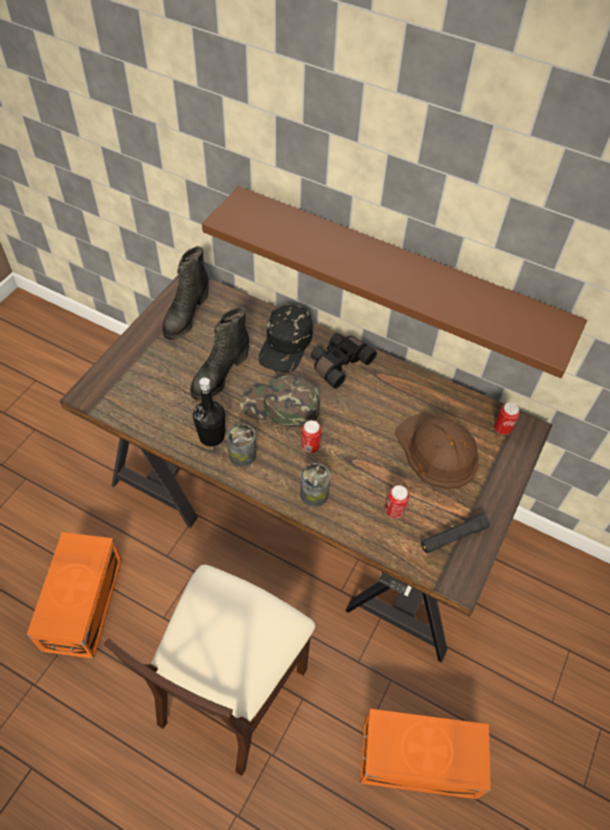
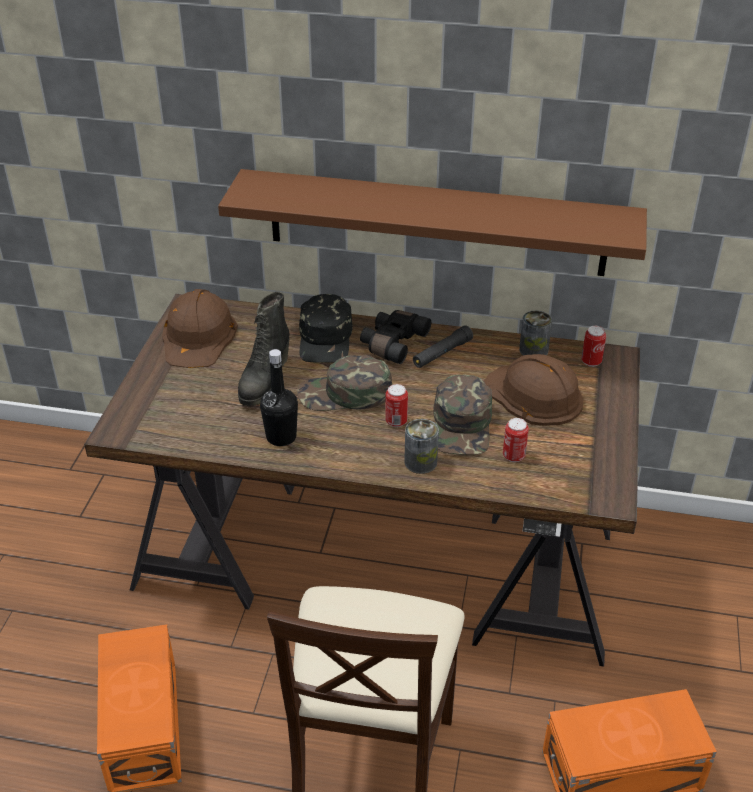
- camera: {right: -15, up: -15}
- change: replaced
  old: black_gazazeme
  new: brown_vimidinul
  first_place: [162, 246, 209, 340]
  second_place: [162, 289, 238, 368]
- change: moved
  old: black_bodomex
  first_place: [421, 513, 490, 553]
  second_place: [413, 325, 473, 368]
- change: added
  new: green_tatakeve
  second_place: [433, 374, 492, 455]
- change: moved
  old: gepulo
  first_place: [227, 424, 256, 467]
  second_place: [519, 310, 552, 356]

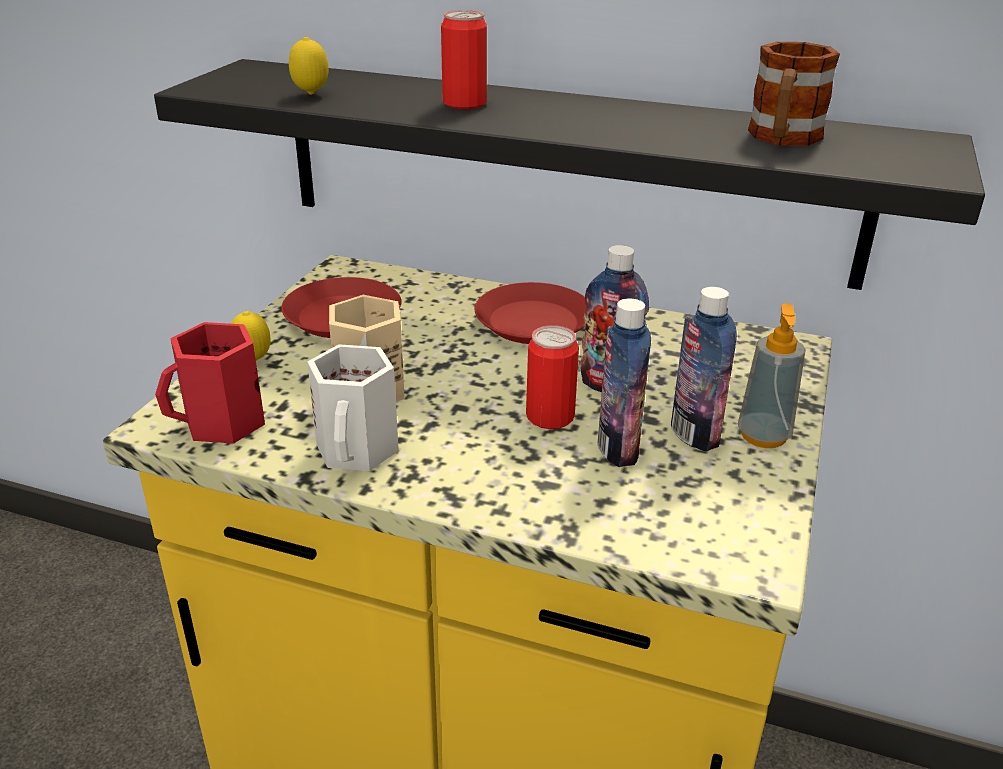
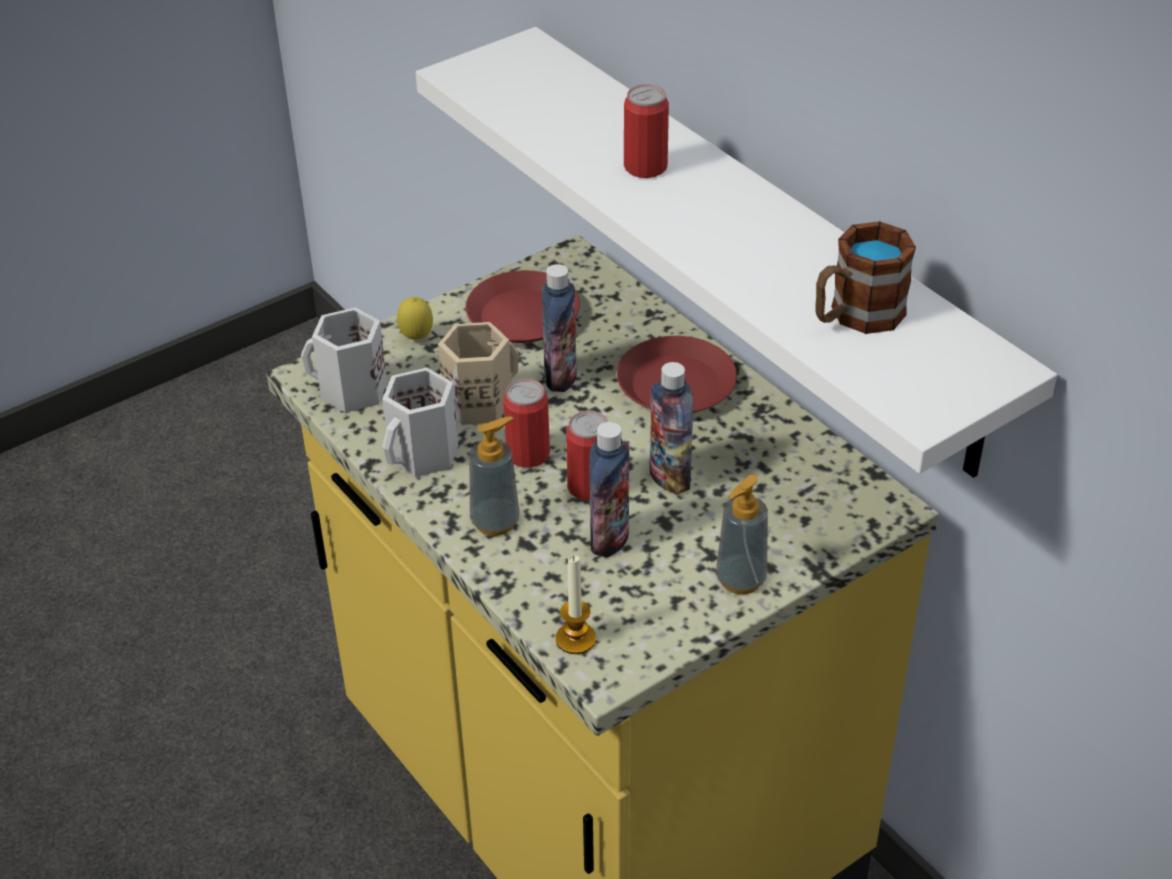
- camera: {right: 35, up: 10}
- change: recoloured
  old: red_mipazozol
  new: white_mipazozol
  first_place: [155, 322, 265, 444]
  second_place: [301, 308, 387, 413]
- change: recoloured
  old: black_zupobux
  new: white_zupobux
  first_place: [154, 59, 985, 290]
  second_place: [416, 27, 1057, 478]
- change: added
  new: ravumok
  second_place: [469, 416, 520, 536]
- change: added
  new: gepulo
  second_place: [503, 379, 550, 468]
- change: moved
  old: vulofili
  first_place: [671, 287, 737, 451]
  second_place: [542, 264, 577, 392]
- change: added
  new: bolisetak
  second_place: [556, 555, 596, 654]
- change: removed
  old: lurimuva
  first_place: [289, 37, 329, 95]

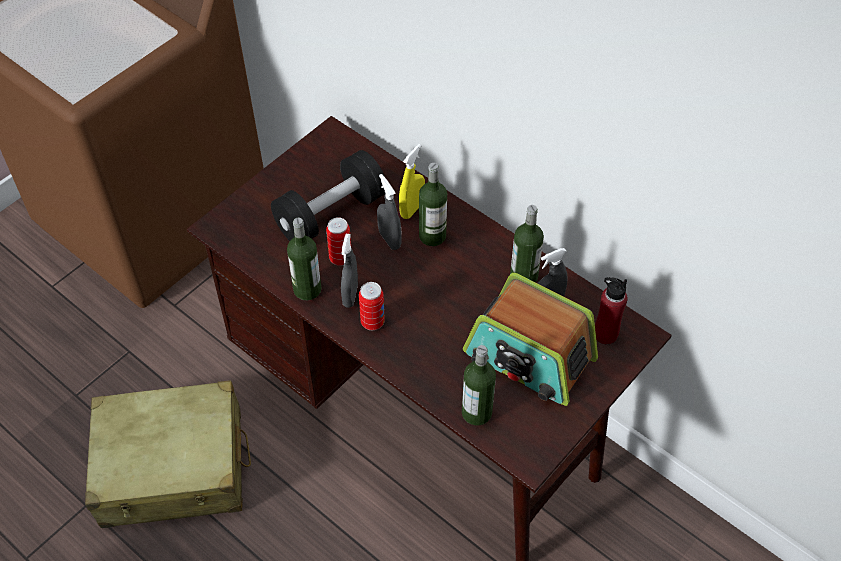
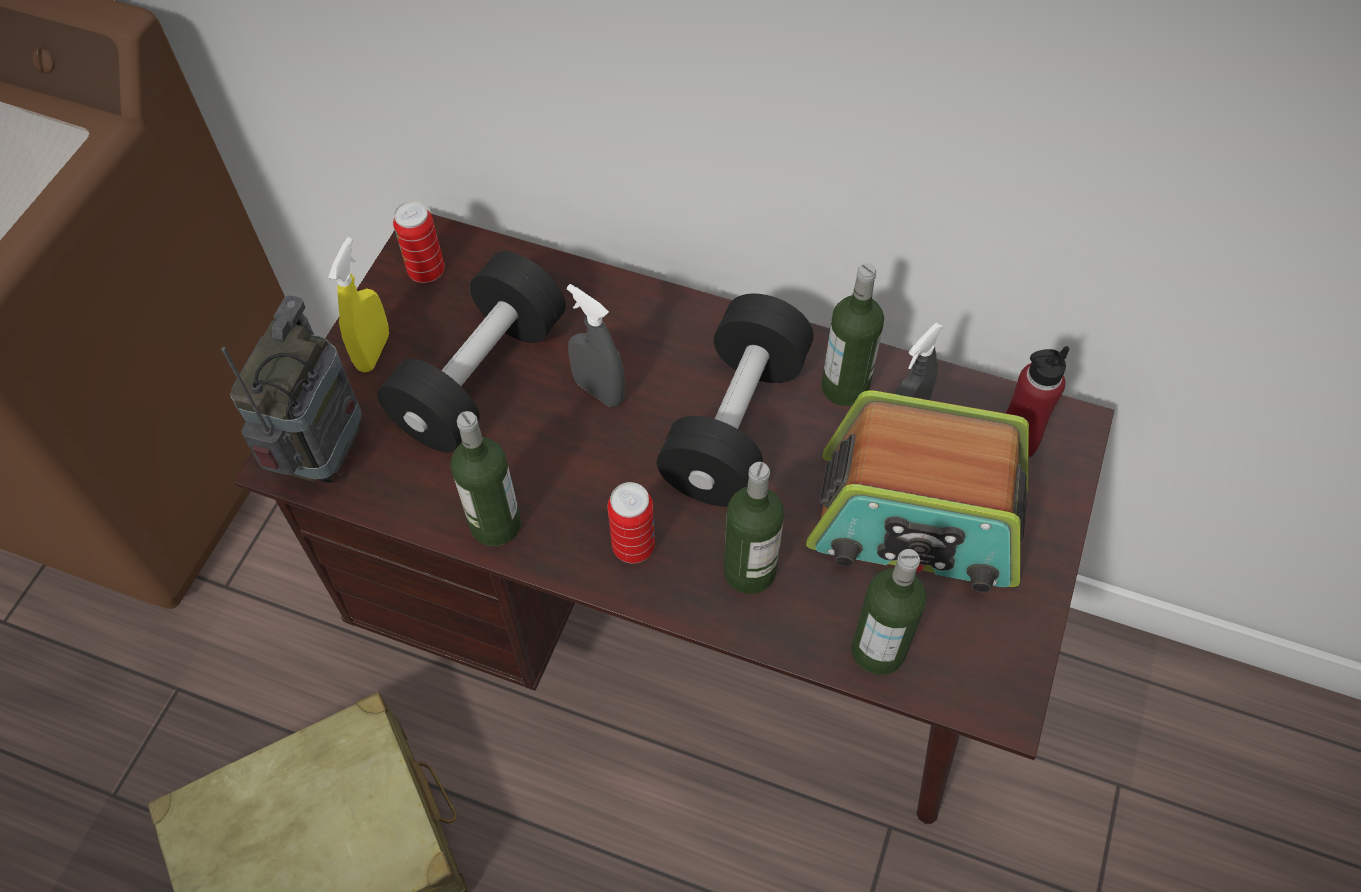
- camera: {right: -20, up: 5}
- change: added
  new: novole
  second_place: [221, 295, 362, 483]
- change: moved
  old: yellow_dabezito
  first_place: [399, 144, 425, 219]
  second_place: [328, 237, 389, 372]
- change: moved
  old: gepulo
  first_place: [326, 217, 351, 266]
  second_place: [393, 201, 445, 283]
- change: added
  new: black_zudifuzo
  second_place: [657, 294, 814, 507]
- change: moved
  old: vulofili
  first_place: [419, 163, 447, 246]
  second_place: [724, 462, 784, 594]
- change: removed
  old: grey_dabezito
  first_place: [341, 234, 358, 308]

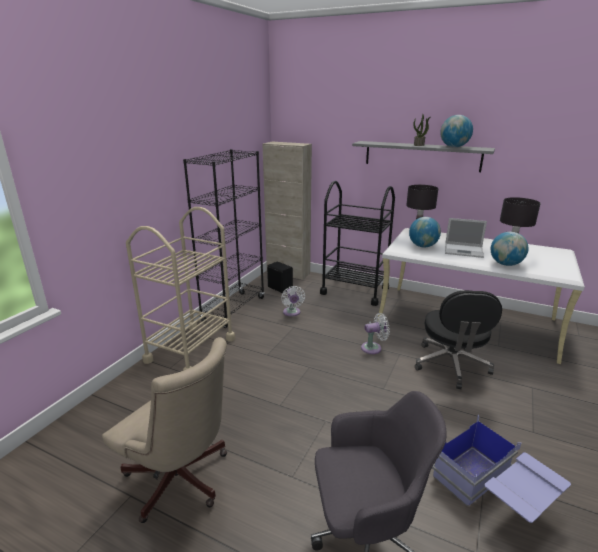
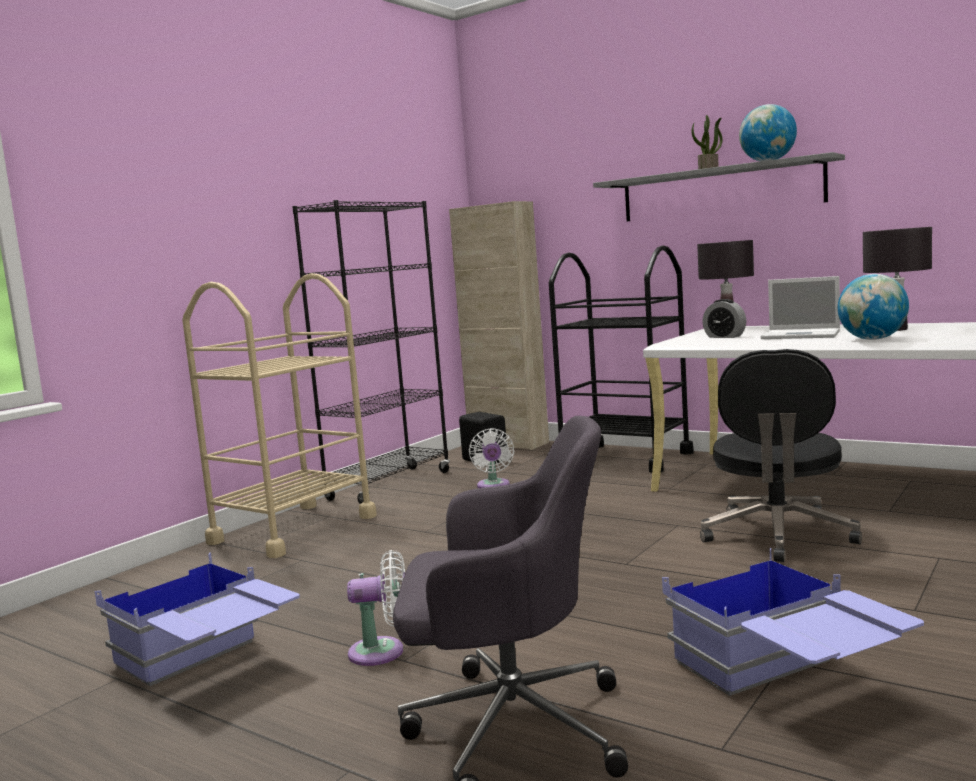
- camera: {right: 10, up: -15}
- change: replaced
  old: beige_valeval
  new: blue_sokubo
  first_place: [102, 337, 227, 523]
  second_place: [95, 553, 300, 686]
- change: moved
  old: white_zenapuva
  first_place: [361, 313, 390, 354]
  second_place: [347, 550, 405, 666]
- change: replaced
  old: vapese
  new: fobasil
  first_place: [409, 217, 441, 248]
  second_place: [702, 299, 746, 338]

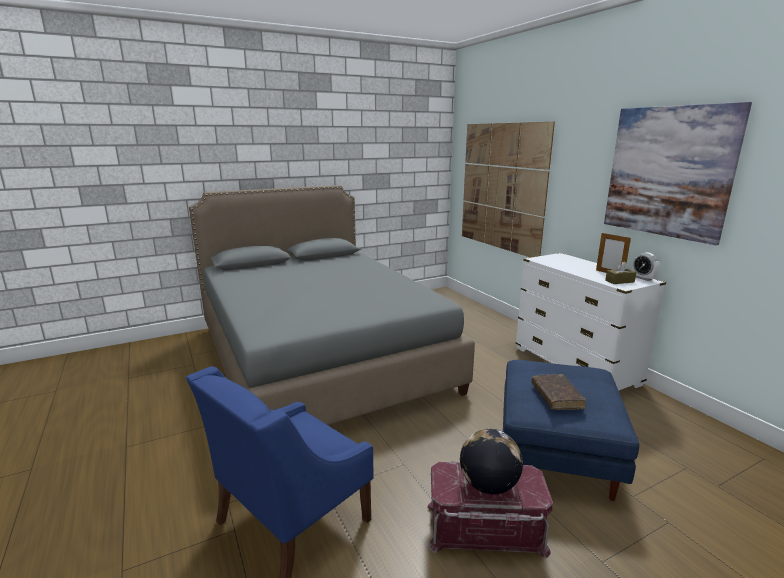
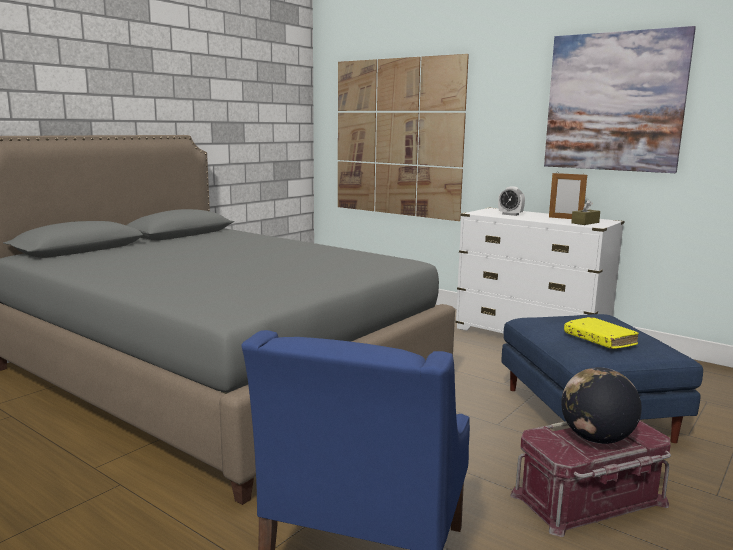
- camera: {right: -25, up: -5}
- change: moved
  old: fobasil
  first_place: [632, 252, 660, 281]
  second_place: [498, 186, 525, 216]
- change: recoloured
  old: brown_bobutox
  new: yellow_bobutox
  first_place: [531, 374, 586, 410]
  second_place: [564, 317, 639, 349]

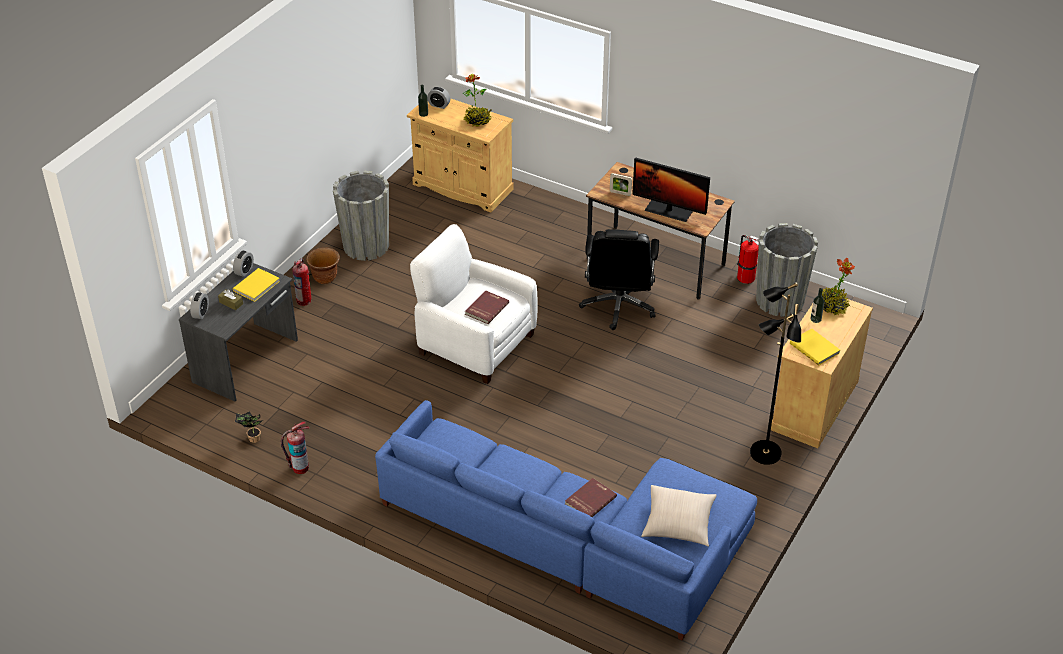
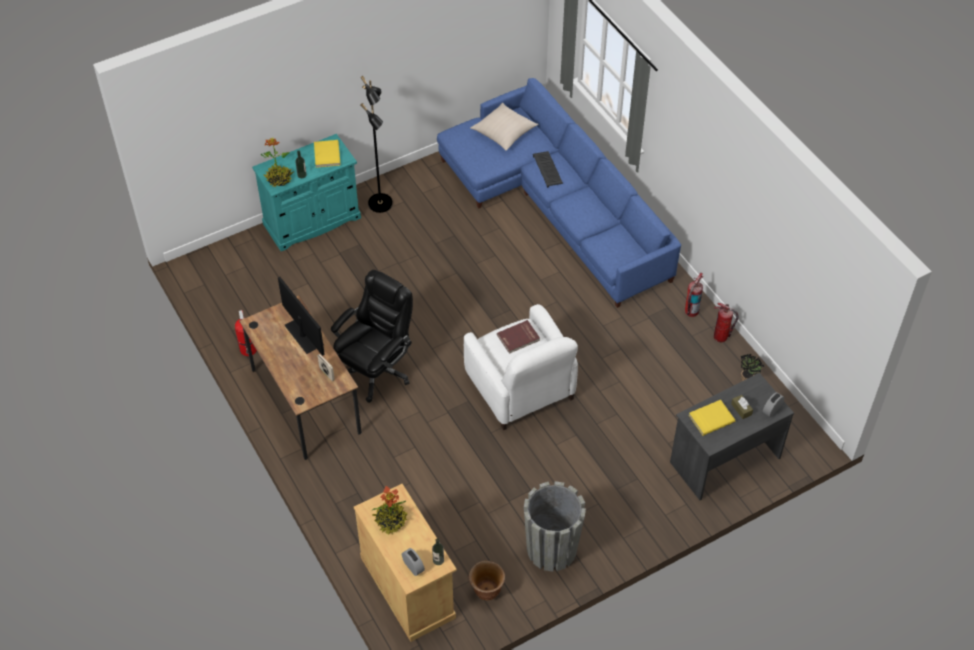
- camera: {right: -150, up: 10}
- change: recoloured
  old: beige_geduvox
  new: turquoise_geduvox
  first_place: [771, 299, 873, 448]
  second_place: [252, 134, 361, 251]
- change: moved
  old: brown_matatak
  first_place: [306, 247, 340, 284]
  second_place: [469, 561, 505, 600]
- change: replaced
  old: red_bobutox
  new: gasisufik
  first_place: [565, 478, 617, 517]
  second_place: [533, 151, 563, 188]
- change: moved
  old: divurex
  first_place: [292, 258, 311, 306]
  second_place: [685, 273, 703, 317]
- change: removed
  old: fobasil
  first_place: [233, 251, 254, 277]
- change: removed
  old: grey_matatak
  first_place: [756, 223, 818, 317]

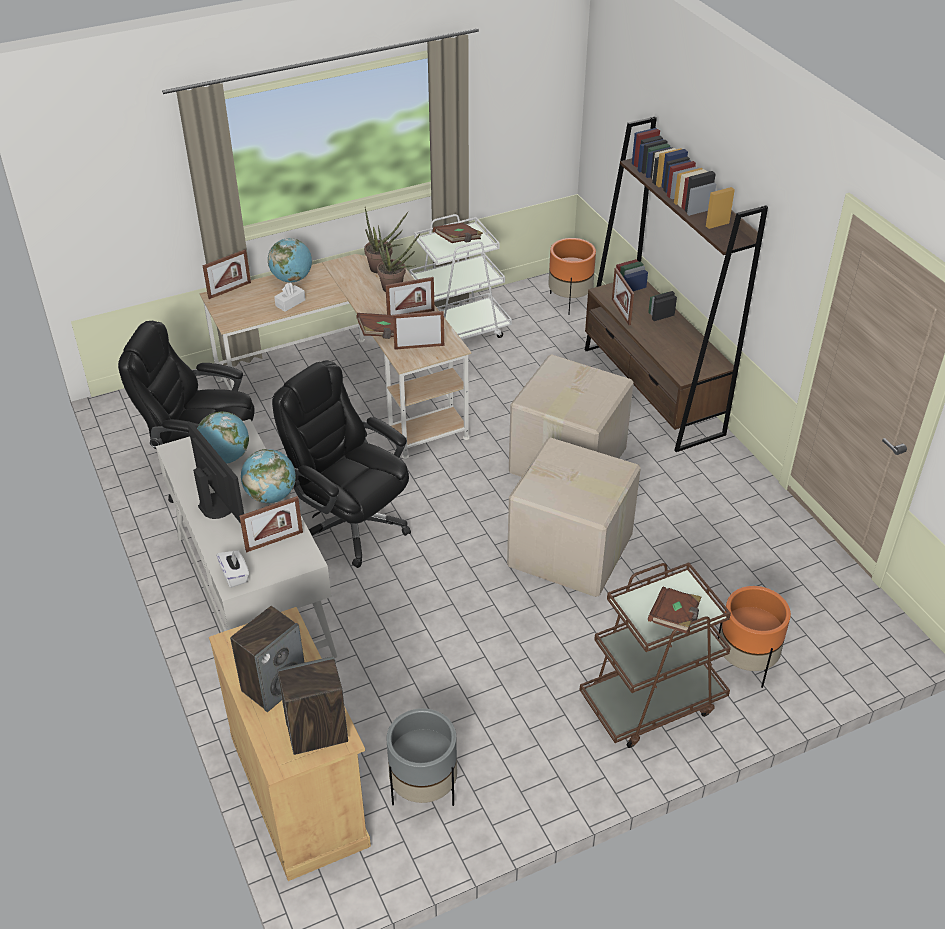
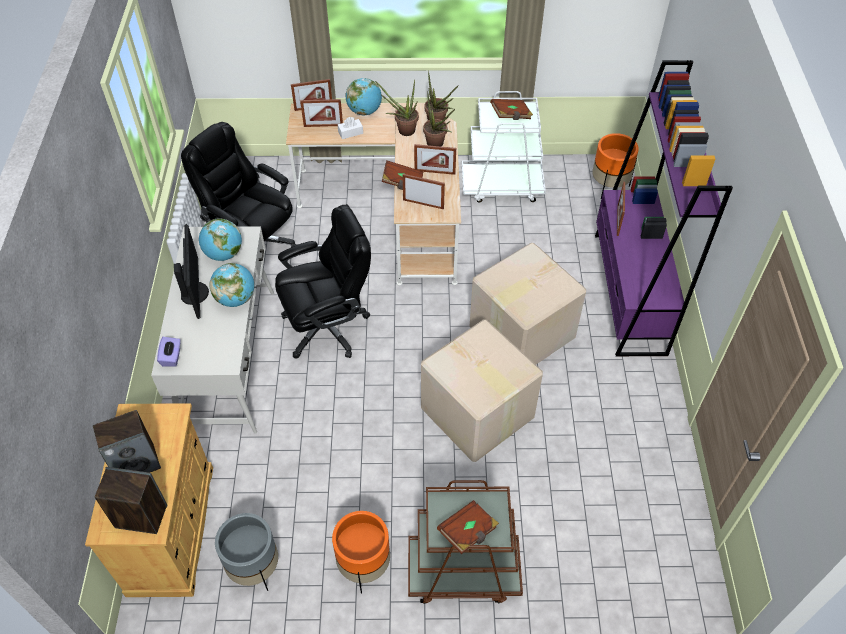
- camera: {right: 25, up: 10}
- change: recoloured
  old: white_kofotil
  new: purple_kofotil
  first_place: [216, 550, 249, 588]
  second_place: [157, 337, 181, 367]
- change: turned
  old: black_valeval
  first_place: [272, 360, 411, 568]
  second_place: [275, 204, 371, 358]
  degrees: 90
- change: moved
  old: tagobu
  first_place: [239, 496, 303, 552]
  second_place: [300, 99, 343, 127]
- change: moved
  old: orange_matatak
  first_place: [718, 586, 791, 688]
  second_place: [332, 511, 390, 593]
- change: added
  new: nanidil
  second_place: [375, 79, 419, 136]
- change: recoloured
  old: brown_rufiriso
  new: purple_rufiriso
  first_place: [585, 117, 768, 452]
  second_place: [595, 60, 733, 356]

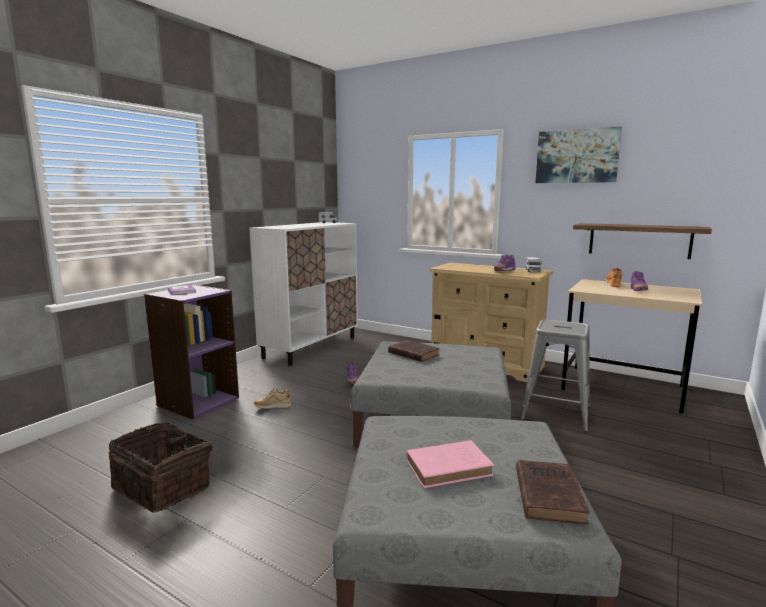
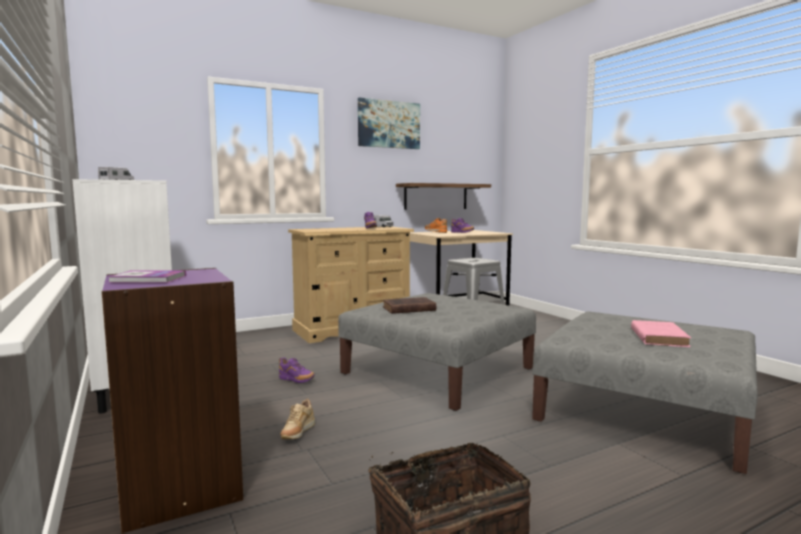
- camera: {right: -60, up: -5}
- change: removed
  old: brown_bobutox
  first_place: [516, 460, 589, 525]

